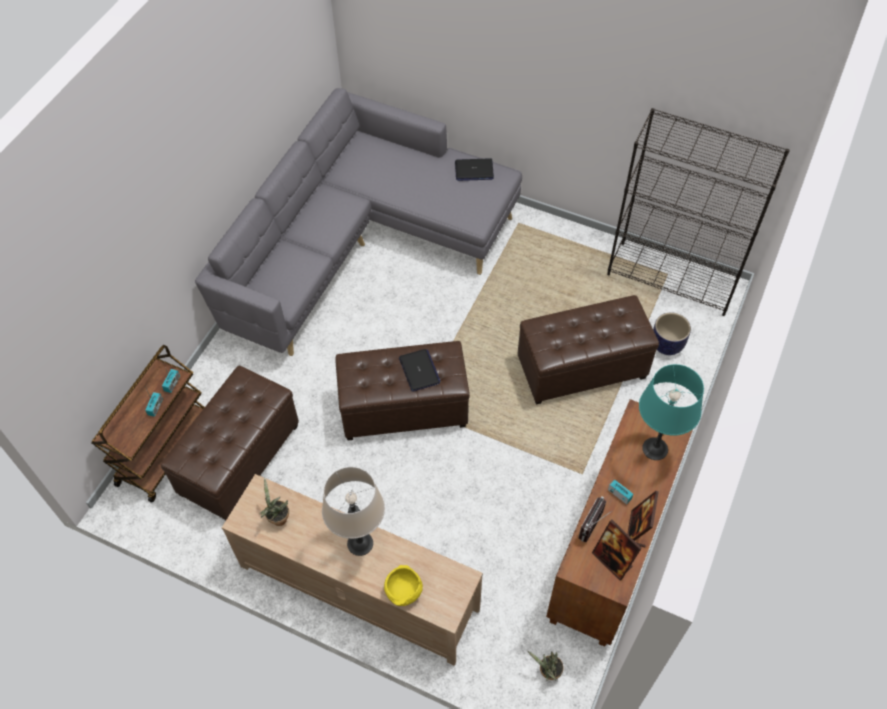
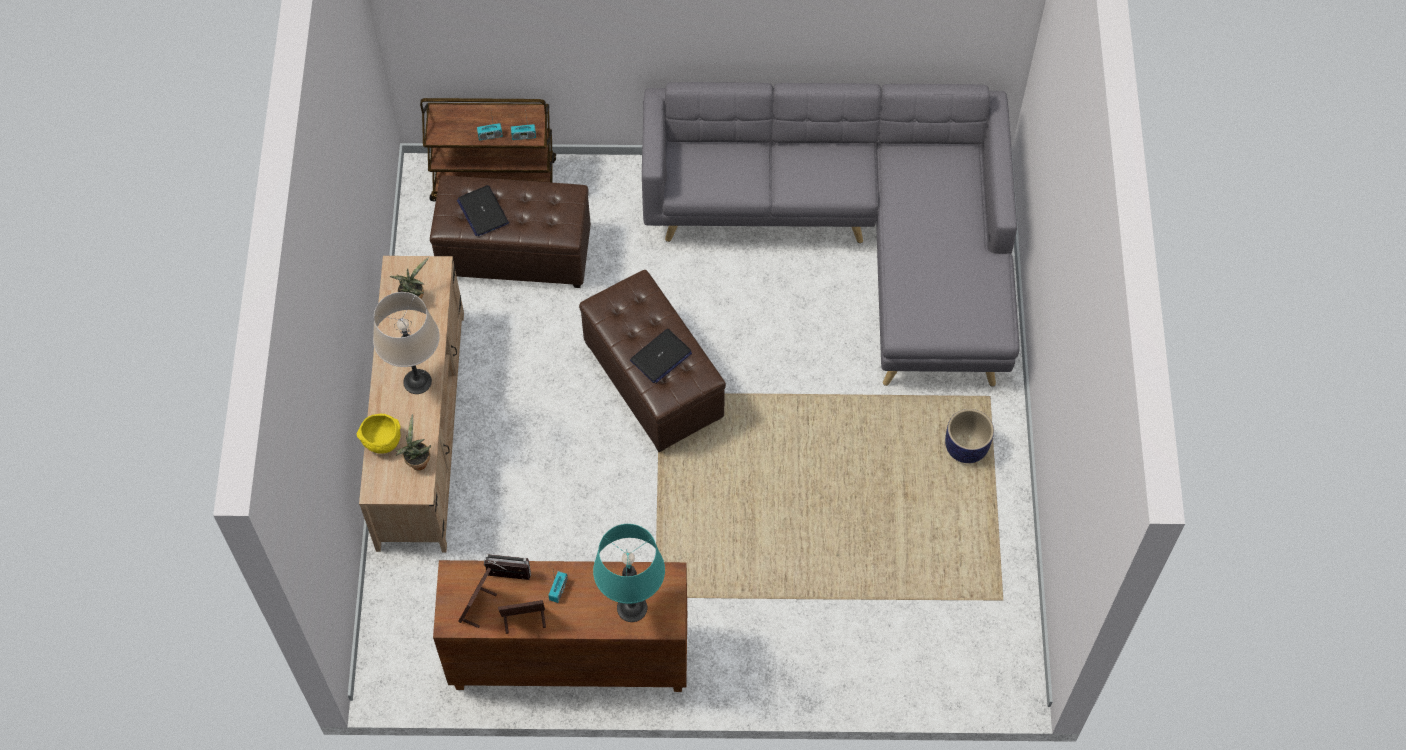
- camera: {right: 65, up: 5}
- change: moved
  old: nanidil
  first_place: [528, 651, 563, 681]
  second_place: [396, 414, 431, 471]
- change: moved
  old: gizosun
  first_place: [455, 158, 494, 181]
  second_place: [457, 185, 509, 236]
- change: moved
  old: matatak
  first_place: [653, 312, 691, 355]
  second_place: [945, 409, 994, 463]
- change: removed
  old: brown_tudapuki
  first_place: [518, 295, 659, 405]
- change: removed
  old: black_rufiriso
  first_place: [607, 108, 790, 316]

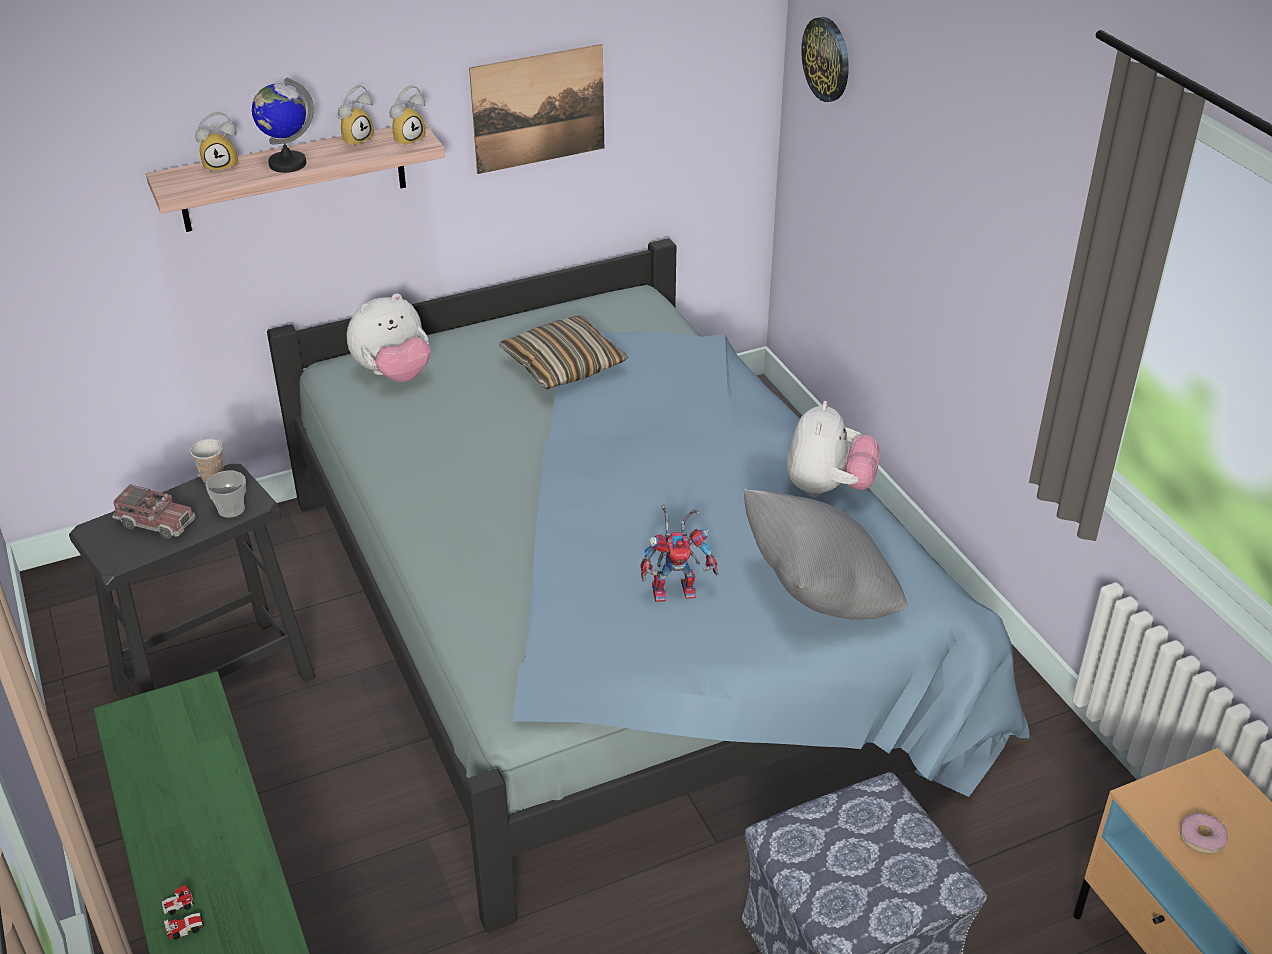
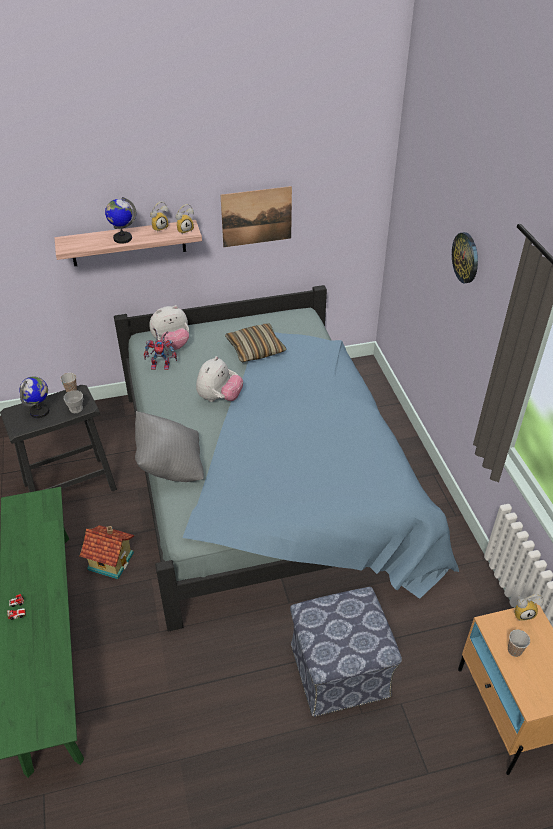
- camera: {right: 10, up: 5}
- change: replaced
  old: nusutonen
  new: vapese
  first_place: [112, 484, 196, 539]
  second_place: [19, 376, 49, 418]
- change: added
  new: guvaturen
  second_place: [80, 525, 134, 580]
- change: moved
  old: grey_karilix
  first_place: [744, 489, 908, 619]
  second_place: [135, 411, 204, 482]
- change: moved
  old: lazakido
  first_place: [641, 505, 718, 603]
  second_place: [144, 328, 177, 370]
- change: moved
  old: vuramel
  first_place: [787, 401, 880, 497]
  second_place: [196, 356, 243, 402]
- change: moved
  old: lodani
  first_place: [801, 17, 849, 102]
  second_place: [452, 232, 478, 283]
- change: replaced
  old: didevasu
  new: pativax
  first_place: [1180, 813, 1228, 854]
  second_place: [508, 630, 530, 657]
- change: moved
  old: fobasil
  first_place: [195, 112, 238, 174]
  second_place: [514, 594, 544, 621]

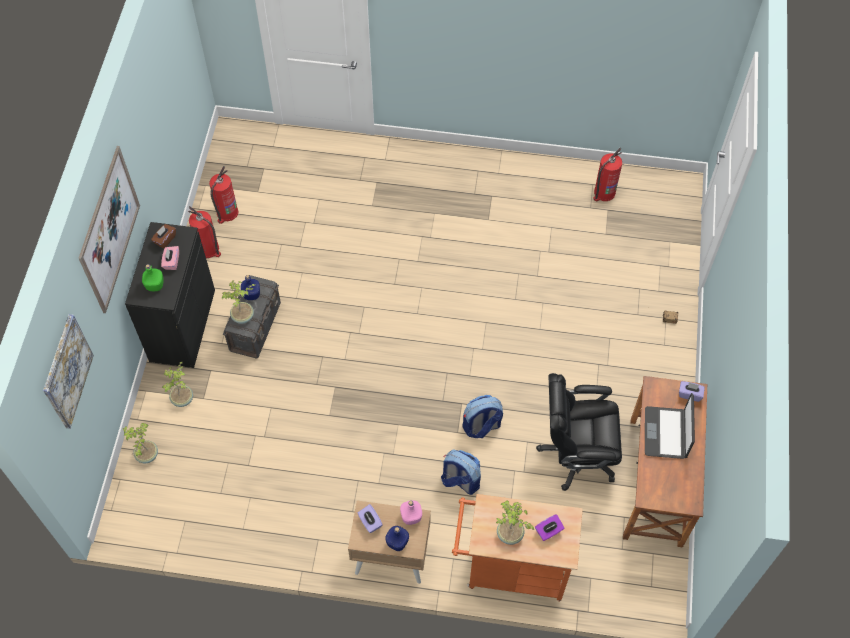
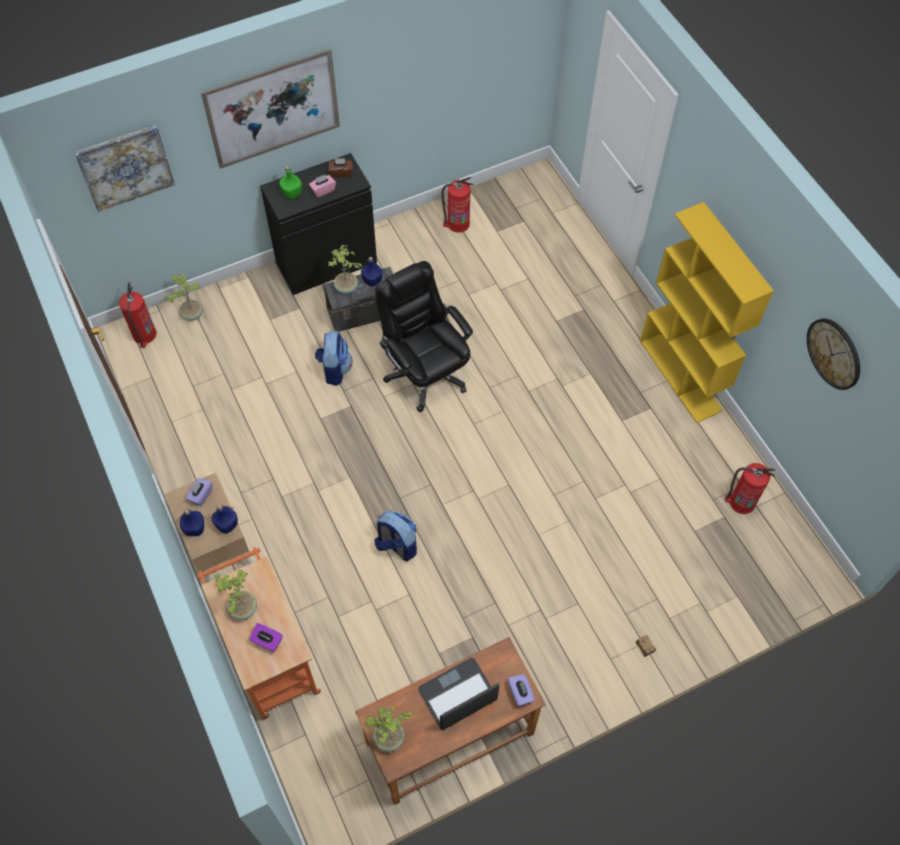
- camera: {right: 55, up: 0}
- change: moved
  old: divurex
  first_place: [188, 206, 221, 258]
  second_place: [119, 282, 157, 348]
- change: recoloured
  old: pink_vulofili
  new: blue_vulofili
  first_place: [400, 500, 422, 525]
  second_place: [212, 505, 238, 533]
- change: moved
  old: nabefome
  first_place: [441, 449, 481, 495]
  second_place: [315, 330, 353, 386]
- change: moved
  old: nanidil
  first_place: [162, 362, 193, 407]
  second_place: [365, 706, 414, 752]
- change: moved
  old: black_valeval
  first_place: [536, 373, 622, 491]
  second_place: [375, 261, 473, 412]
- change: added
  new: yellow_rufiriso
  second_place: [640, 202, 774, 423]
- change: added
  new: lodani
  second_place: [807, 318, 860, 390]

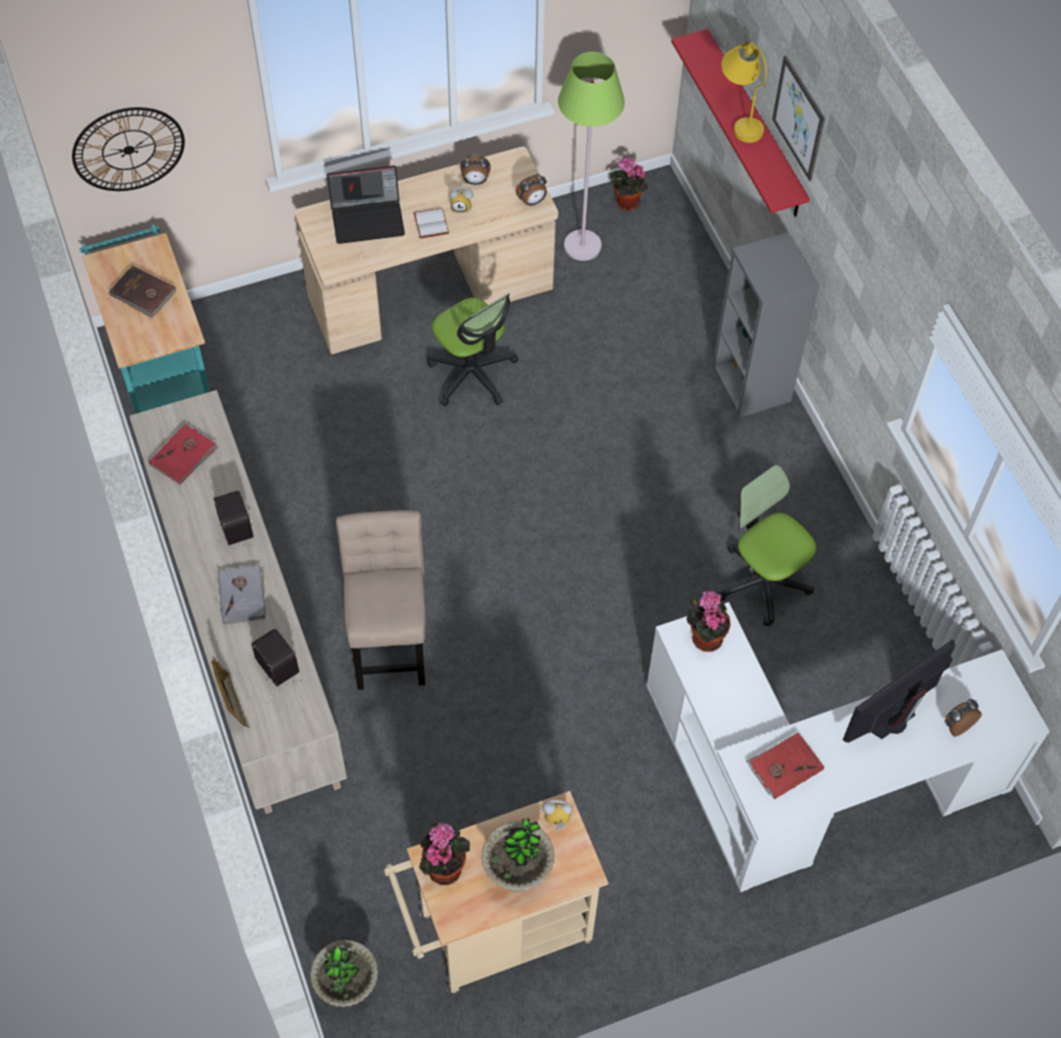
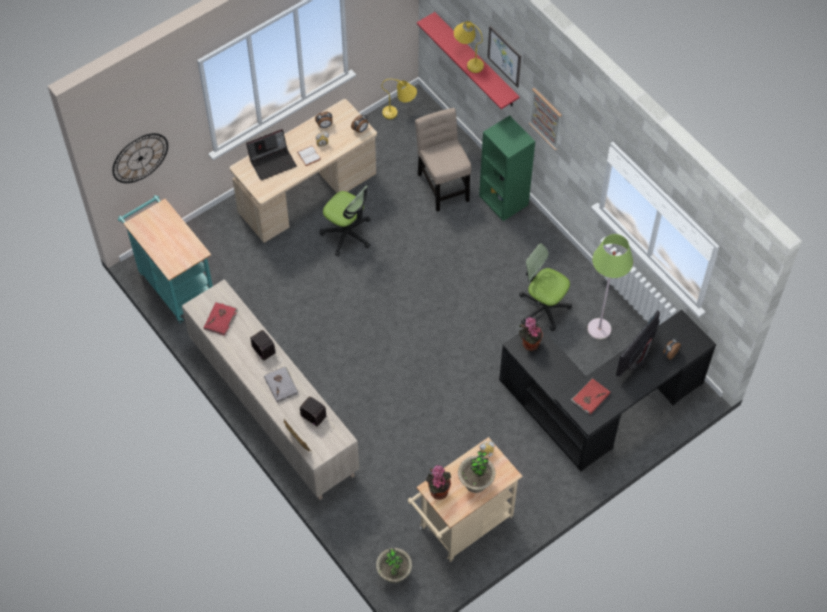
- camera: {right: -15, up: 0}
- change: replaced
  old: nanidil
  new: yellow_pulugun
  first_place: [610, 157, 648, 211]
  second_place: [381, 79, 417, 119]
- change: moved
  old: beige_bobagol
  first_place: [336, 510, 426, 690]
  second_place: [415, 108, 471, 212]
- change: recoloured
  old: grey_rufiriso
  new: green_rufiriso
  first_place: [712, 232, 820, 418]
  second_place: [479, 115, 535, 221]
- change: recoloured
  old: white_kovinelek
  new: black_kovinelek
  first_place: [646, 602, 1050, 892]
  second_place: [499, 310, 716, 471]
- change: added
  new: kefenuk
  second_place: [529, 88, 562, 151]
- change: moved
  old: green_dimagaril
  first_place: [558, 52, 625, 261]
  second_place: [587, 234, 633, 340]
- change: removed
  old: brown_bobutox
  first_place: [109, 266, 176, 318]

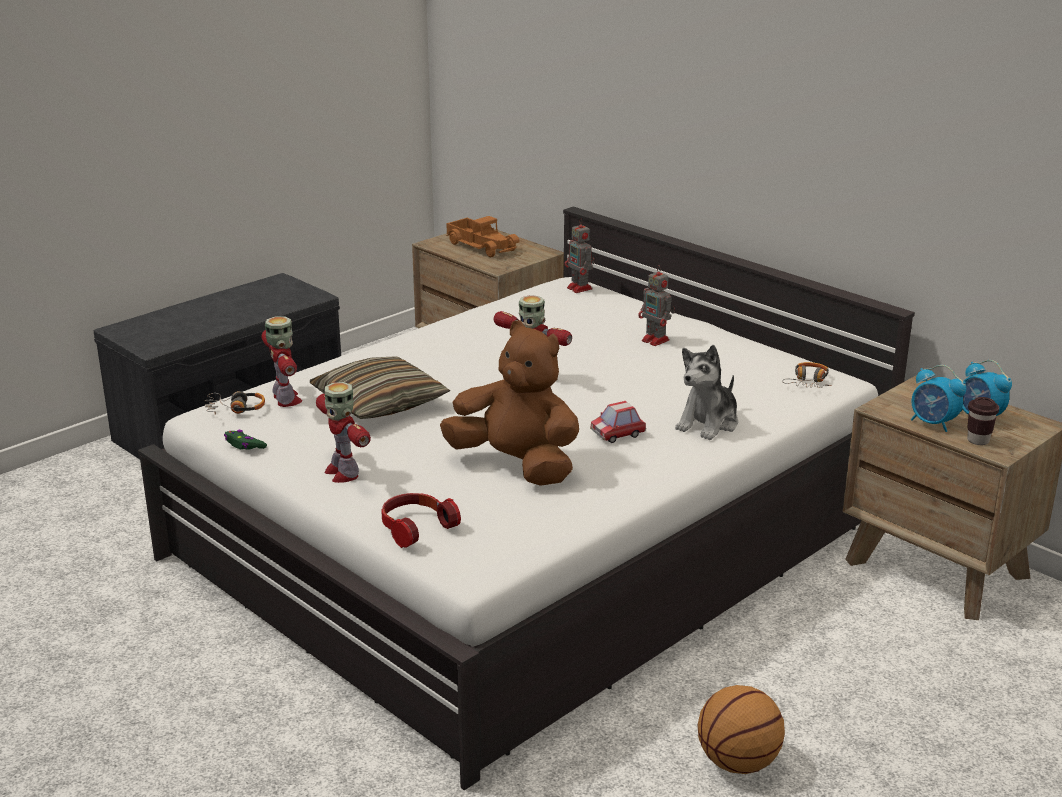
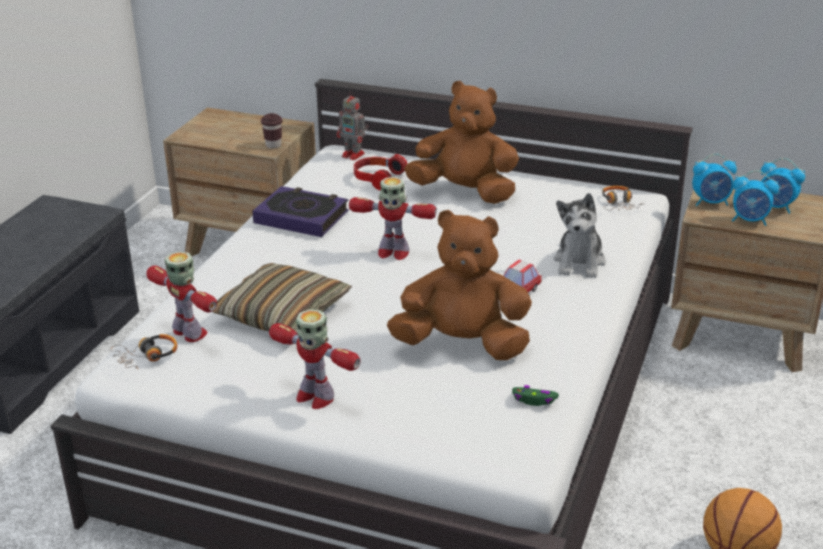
- camera: {right: -25, up: 5}
- change: added
  new: bobutox
  second_place: [252, 186, 349, 237]
- change: moved
  old: brown_pativax
  first_place: [967, 397, 999, 445]
  second_place: [261, 113, 282, 149]
- change: moved
  old: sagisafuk
  first_place: [381, 493, 461, 548]
  second_place: [354, 154, 407, 191]
- change: replaced
  old: lazakido
  new: brown_vuramel
  first_place: [638, 265, 675, 346]
  second_place: [404, 81, 519, 204]
- change: moved
  old: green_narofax
  first_place: [224, 430, 267, 450]
  second_place: [512, 385, 559, 406]
- change: added
  new: fobasil
  second_place: [692, 154, 737, 206]
- change: removed
  old: nusutonen
  first_place: [446, 216, 519, 257]

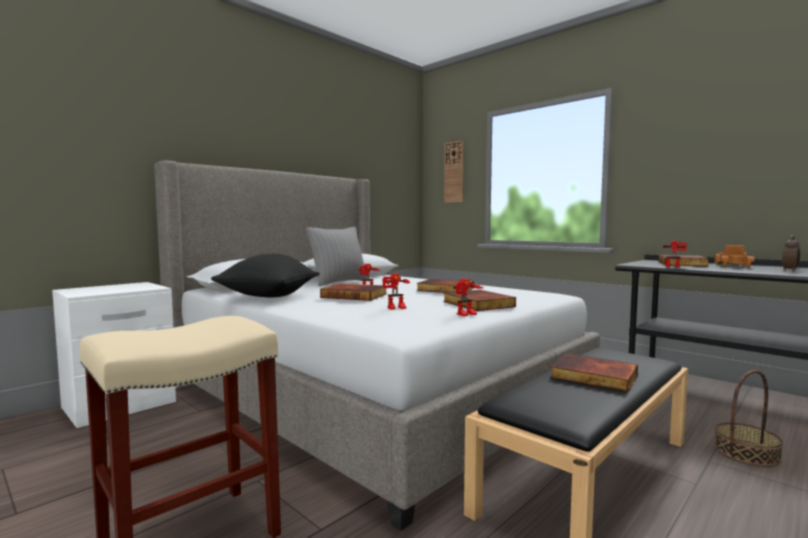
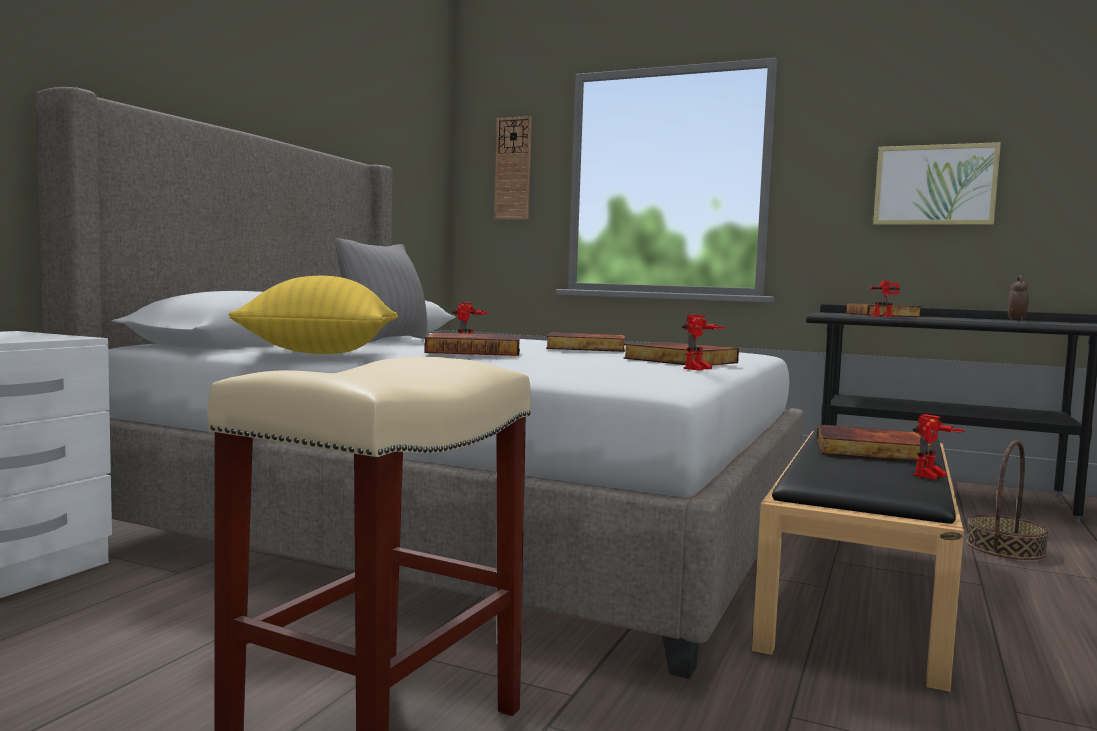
- camera: {right: -20, up: 0}
- change: recoloured
  old: black_karilix
  new: yellow_karilix
  first_place: [211, 254, 320, 297]
  second_place: [229, 276, 398, 354]
- change: added
  new: kefenuk
  second_place: [873, 142, 1001, 225]
- change: moved
  old: lazakido
  first_place: [382, 273, 410, 310]
  second_place: [913, 414, 965, 480]
- change: removed
  old: nusutonen
  first_place: [715, 245, 754, 268]

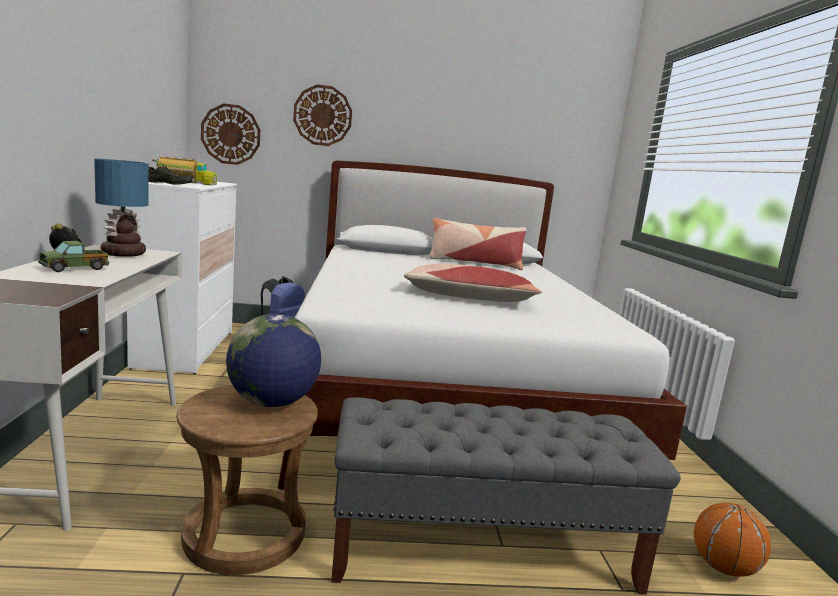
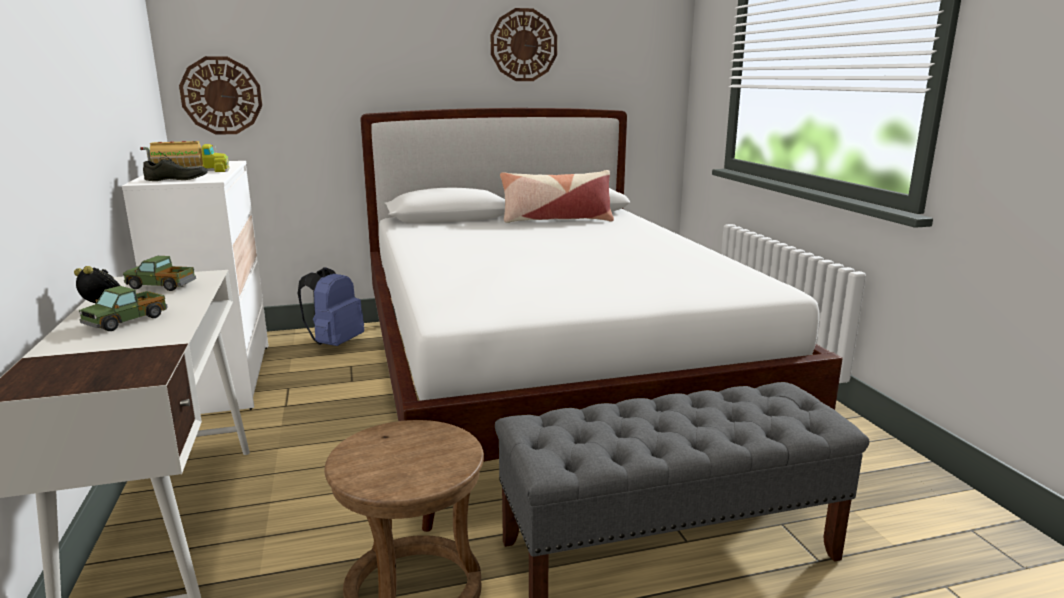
- camera: {right: -10, up: 5}
- change: replaced
  old: pulugun
  new: nusutonen
  first_place: [94, 159, 149, 257]
  second_place: [123, 256, 196, 291]
- change: moved
  old: lodani
  first_place: [293, 85, 352, 146]
  second_place: [491, 8, 557, 81]
- change: removed
  old: vapese
  first_place: [226, 314, 321, 407]
- change: removed
  old: karilix
  first_place: [404, 264, 542, 302]
- change: removed
  old: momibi
  first_place: [694, 503, 771, 577]

